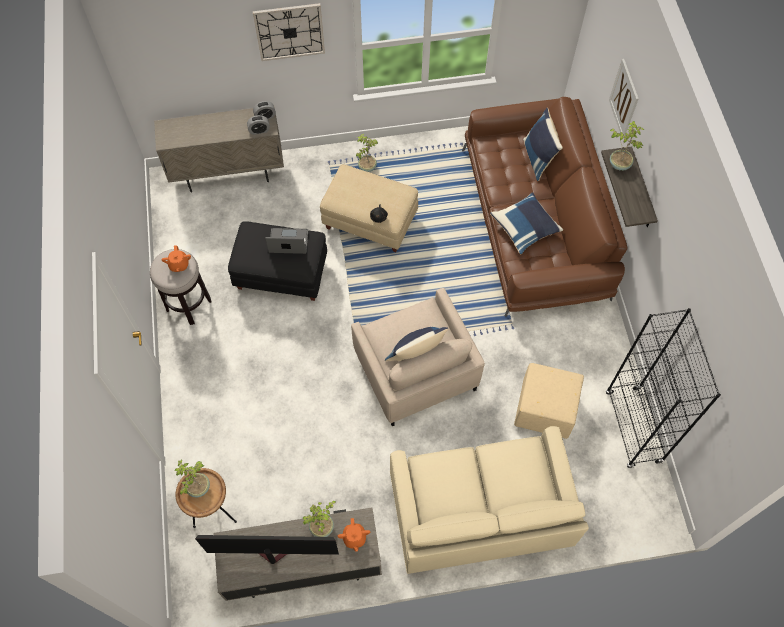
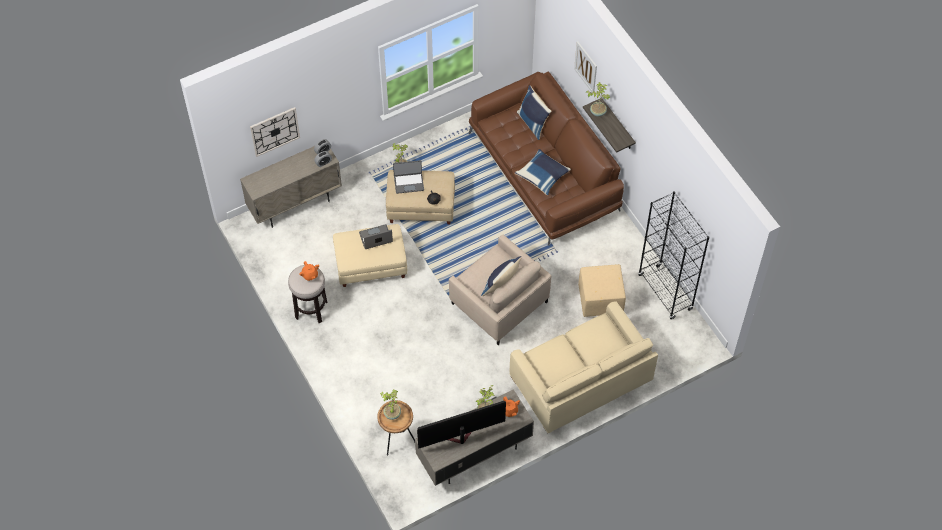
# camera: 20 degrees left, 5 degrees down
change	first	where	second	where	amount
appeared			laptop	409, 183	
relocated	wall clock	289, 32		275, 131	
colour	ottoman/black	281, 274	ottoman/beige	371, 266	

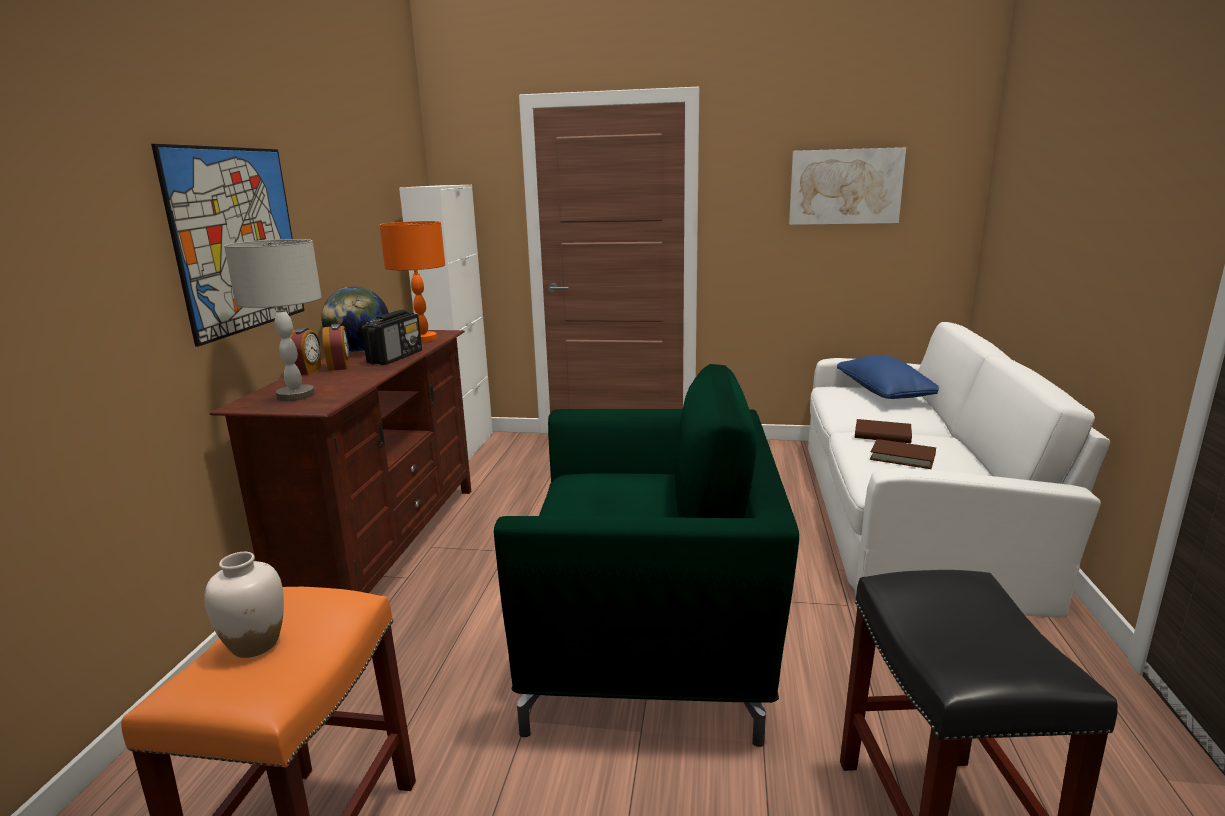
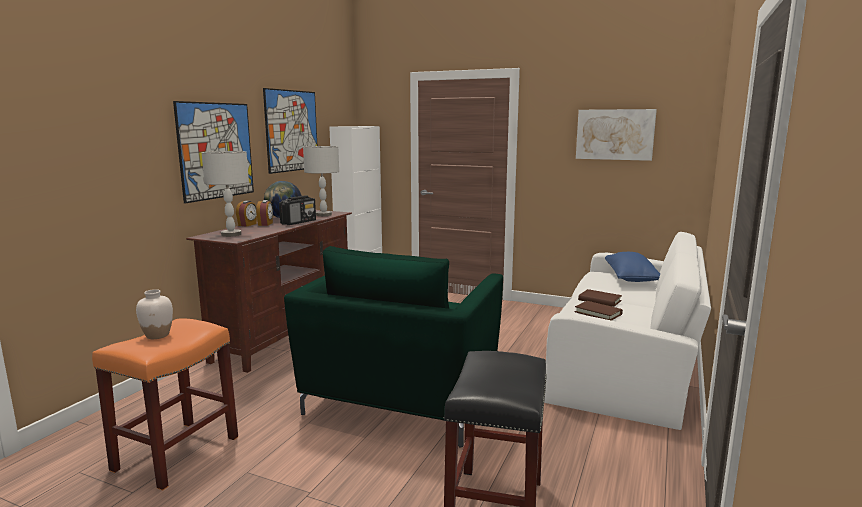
# camera: 15 degrees right, 5 degrees down
change	first	where	second	where	amount
appeared			picture	292, 131	
colour	table lamp/orange	424, 339	table lamp/grey	324, 215	
spun	armchair/green	651, 642		400, 400	90 degrees clockwise

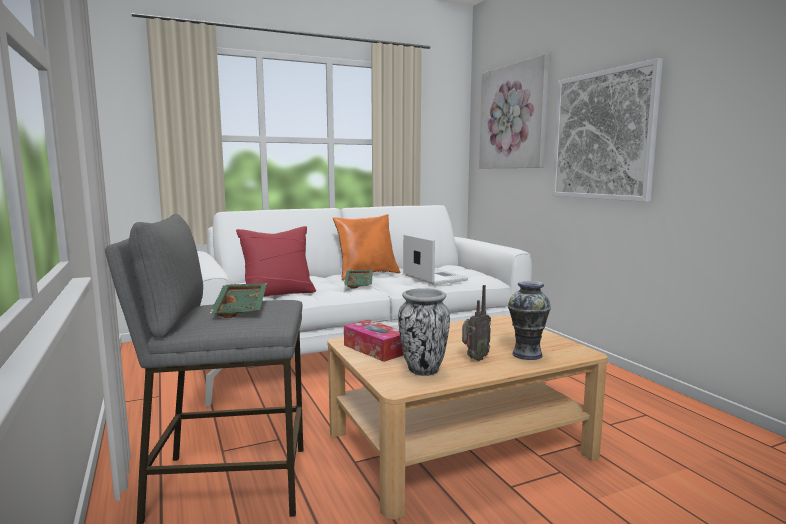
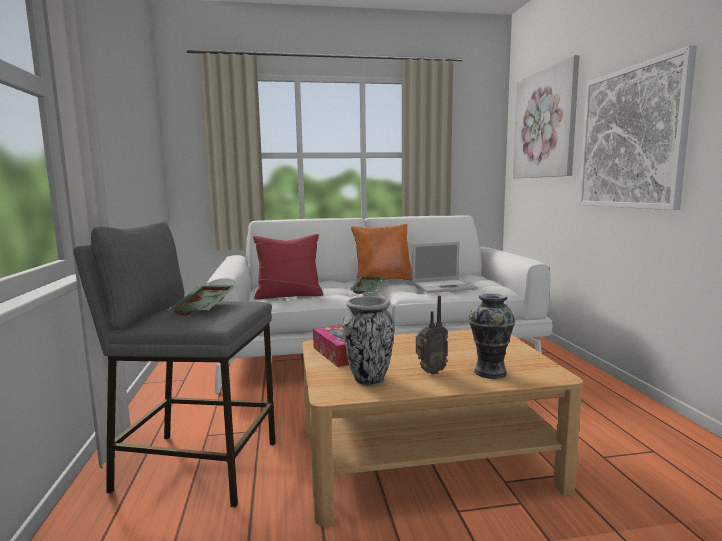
# camera: 15 degrees right, 0 degrees up
change	first	where	second	where	amount
spun	laptop	433, 277		444, 286	90 degrees clockwise

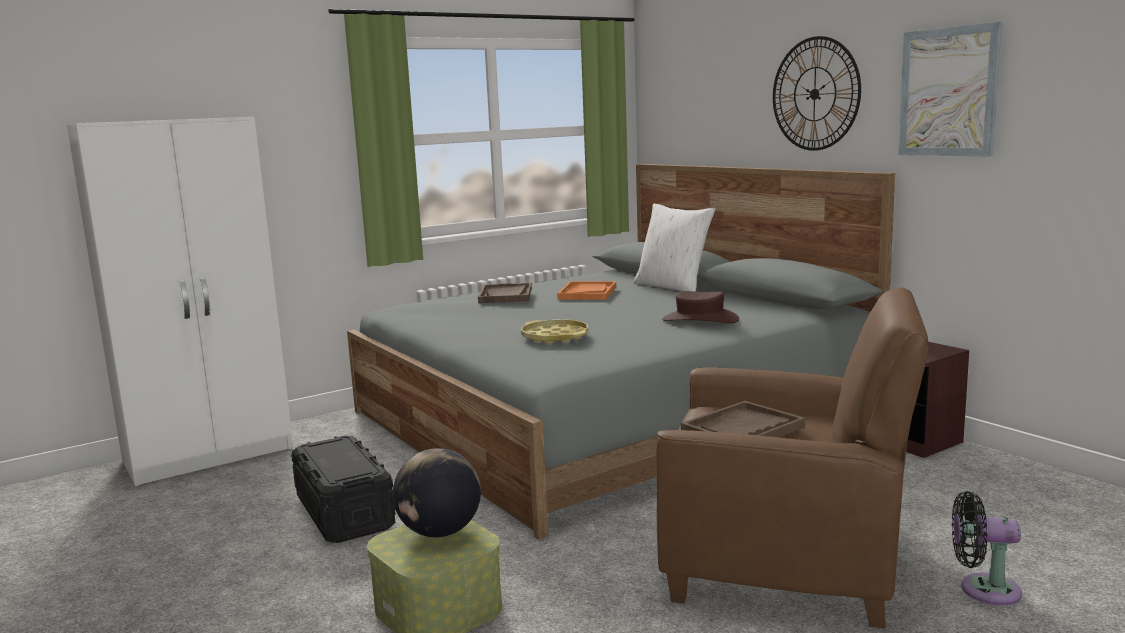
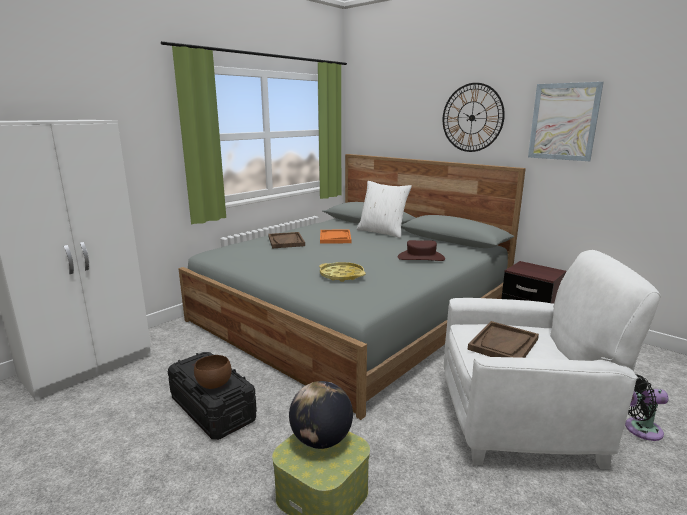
# camera: 15 degrees left, 5 degrees up
change	first	where	second	where	amount
appeared			bowl/brown	213, 384	
colour	armchair/brown	785, 561	armchair/white	520, 420	

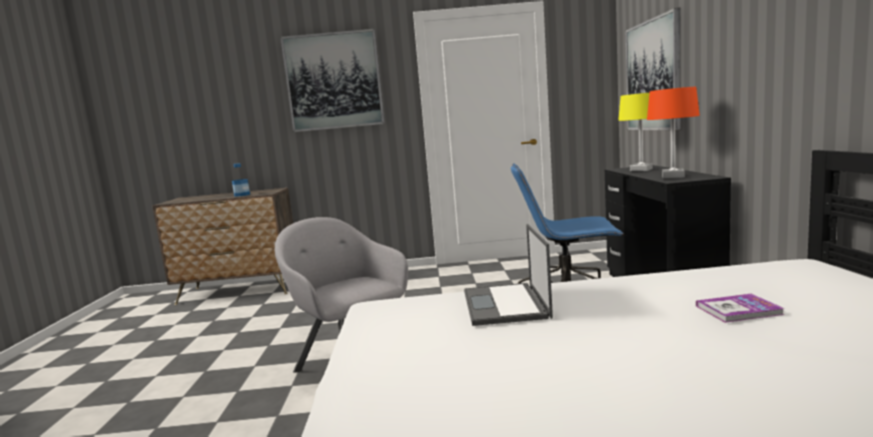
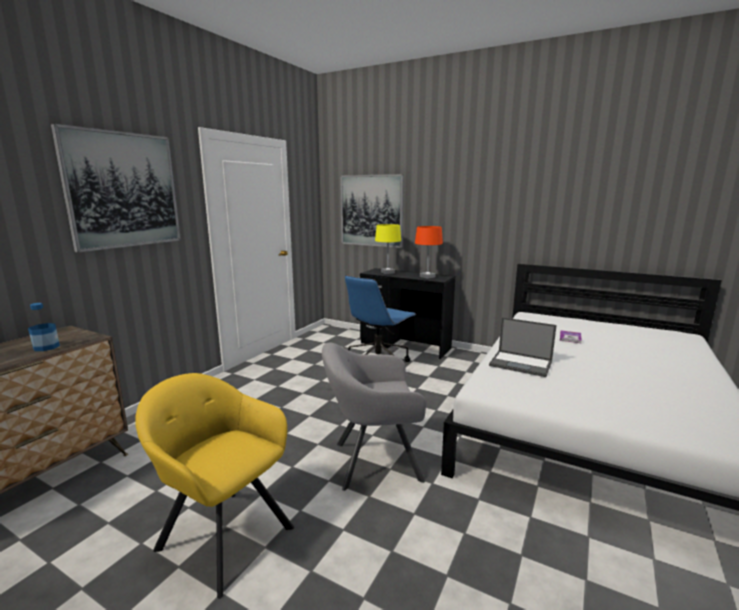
# camera: 60 degrees left, 5 degrees up
change	first	where	second	where	amount
appeared			armchair/yellow	222, 534	

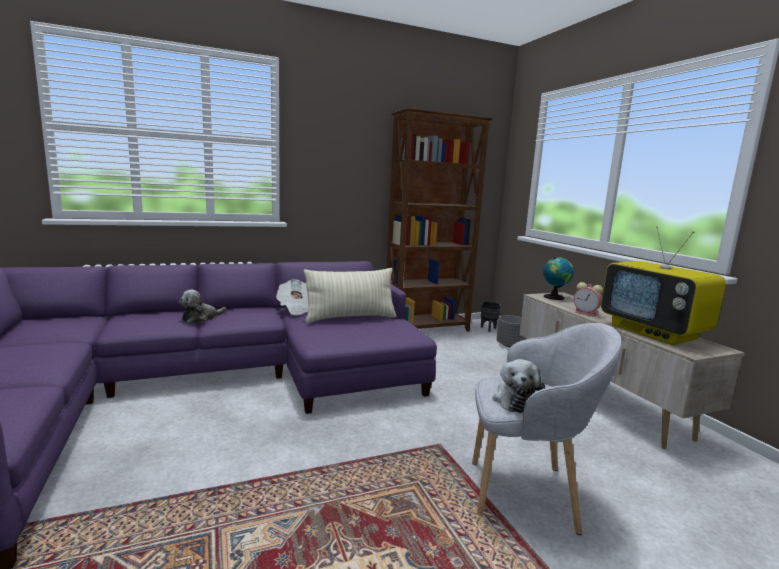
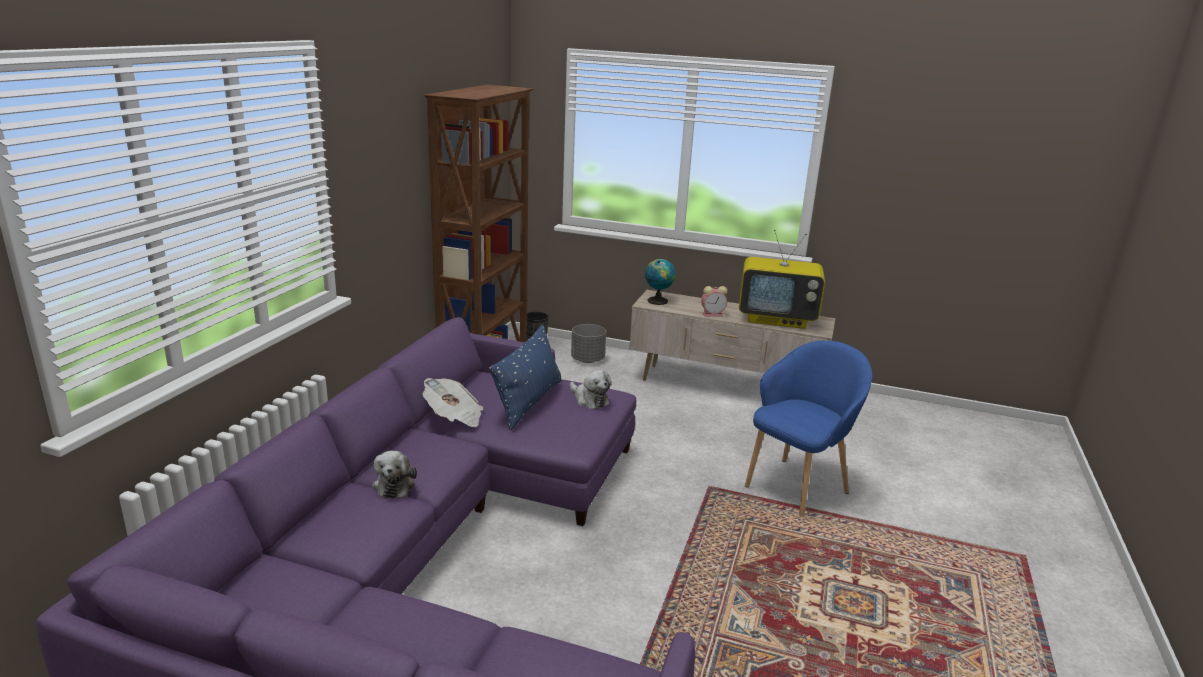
# camera: 50 degrees left, 10 degrees up
change	first	where	second	where	amount
relocated	plush toy	515, 400		589, 400	
colour	pillow/beige	350, 318	pillow/blue	528, 402	
colour	armchair/grey	526, 493	armchair/blue	797, 487	

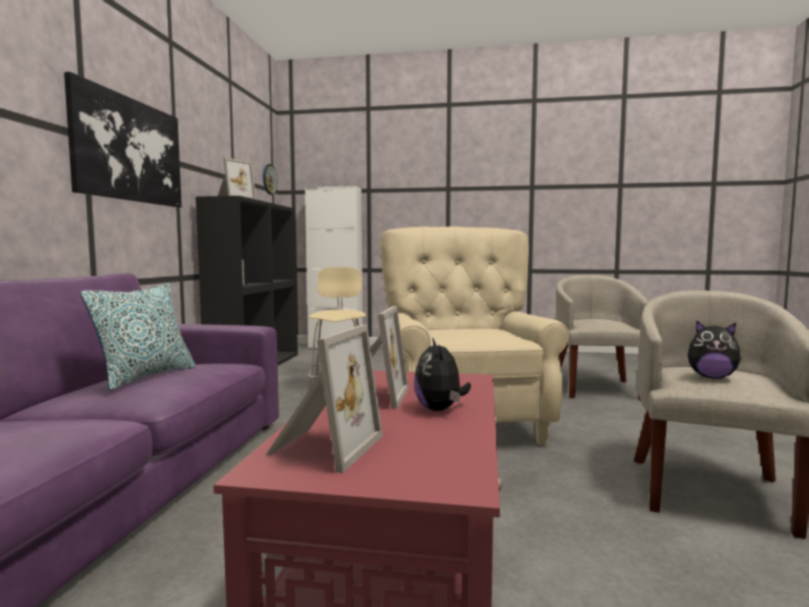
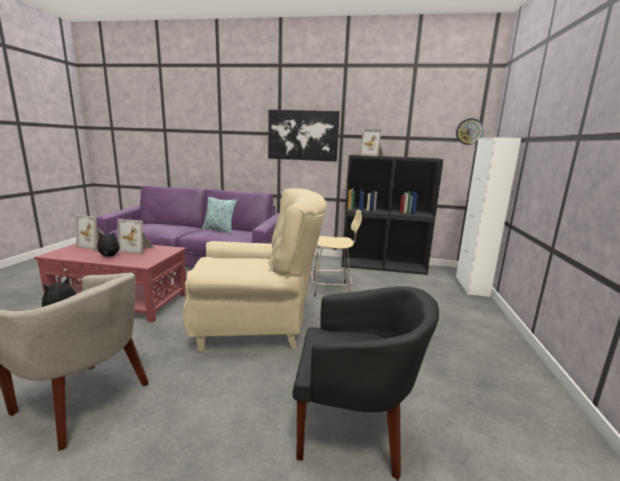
# camera: 90 degrees right, 10 degrees up
change	first	where	second	where	amount
colour	armchair/beige	596, 388	armchair/black	354, 428	

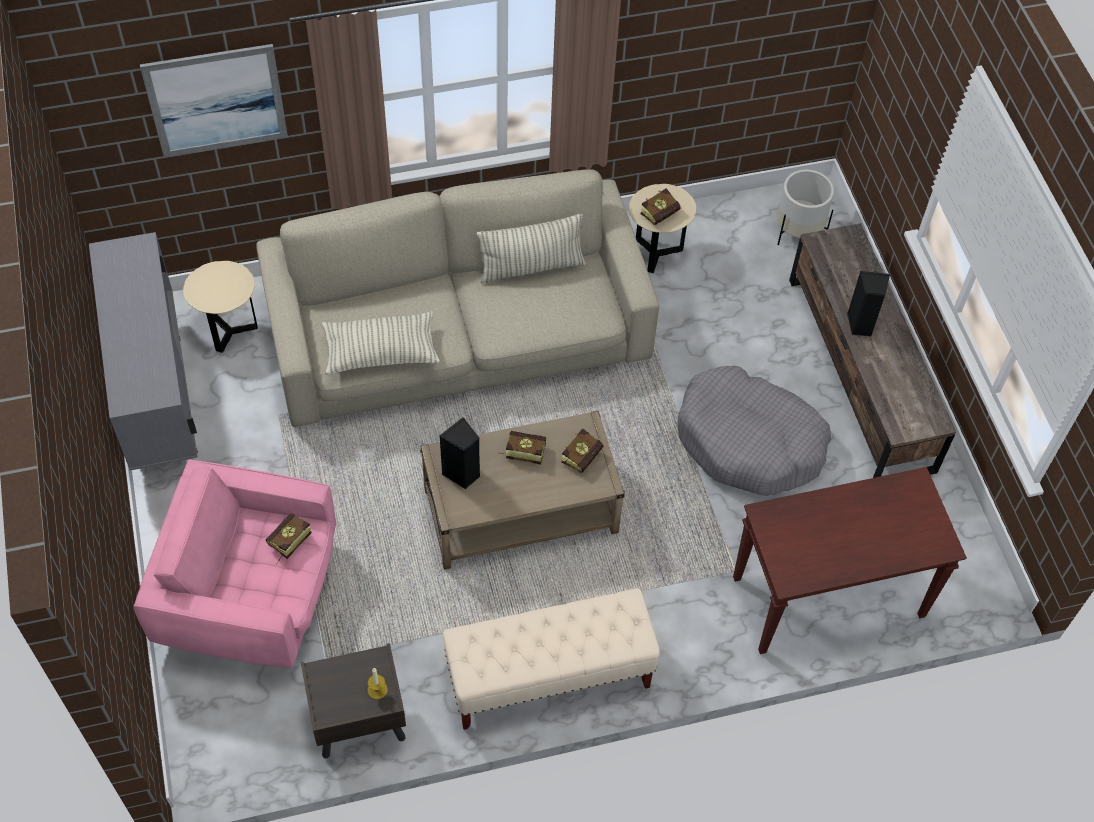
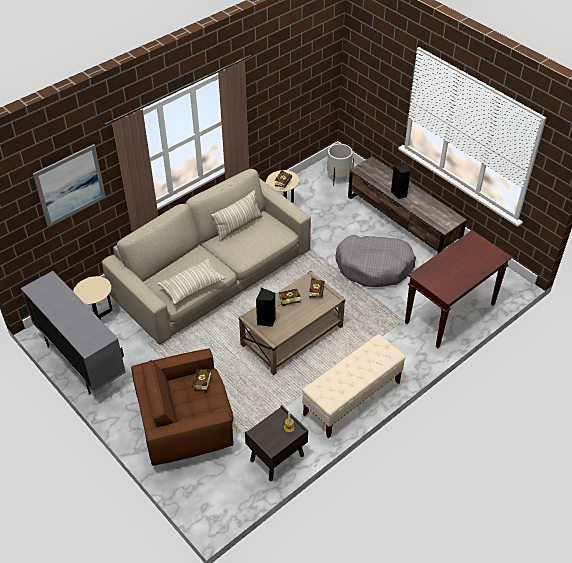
# camera: 25 degrees left, 10 degrees down
change	first	where	second	where	amount
colour	armchair/pink	251, 594	armchair/brown	186, 426	

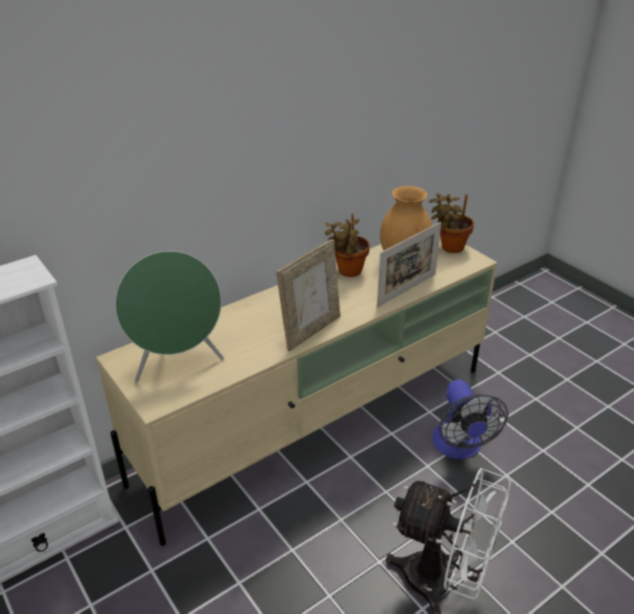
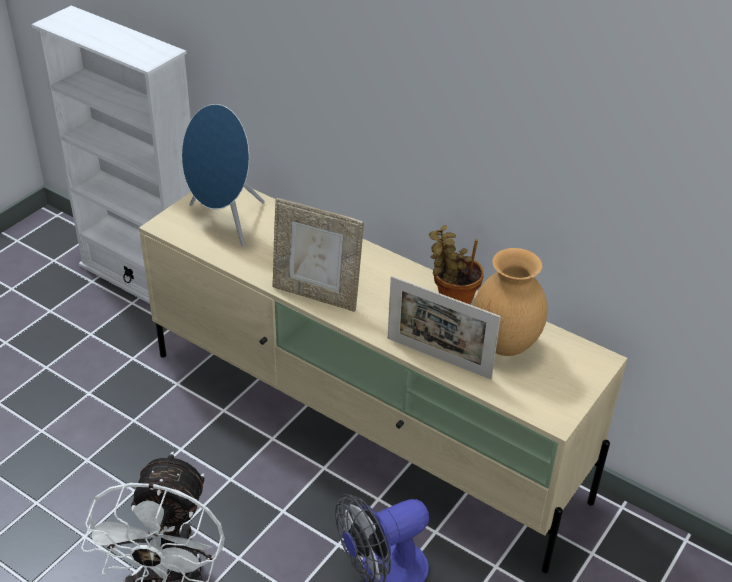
# camera: 70 degrees right, 5 degrees up
change	first	where	second	where	amount
missing	potted plant	449, 247			
colour	speaker/green	178, 364	speaker/blue	224, 222	

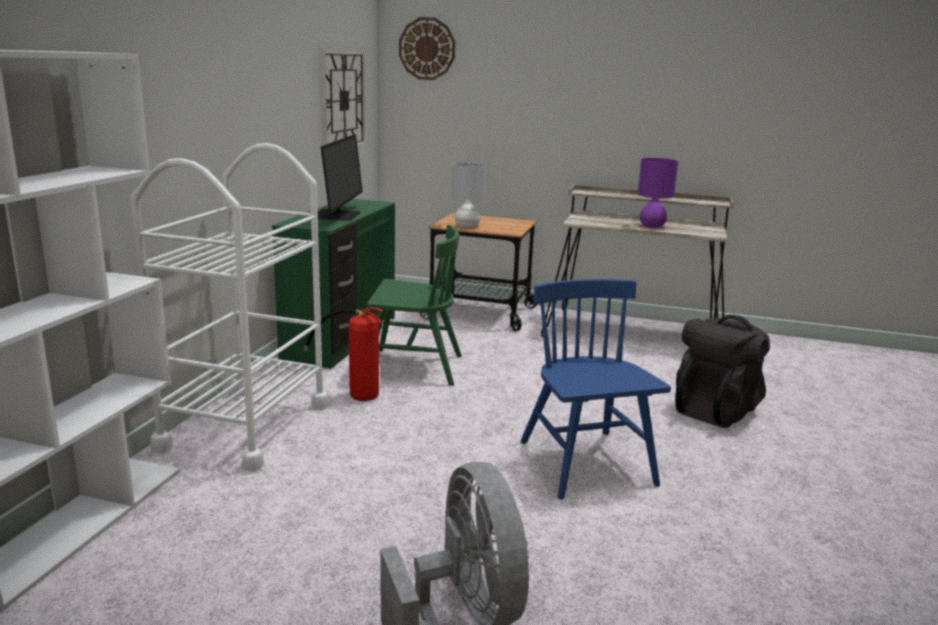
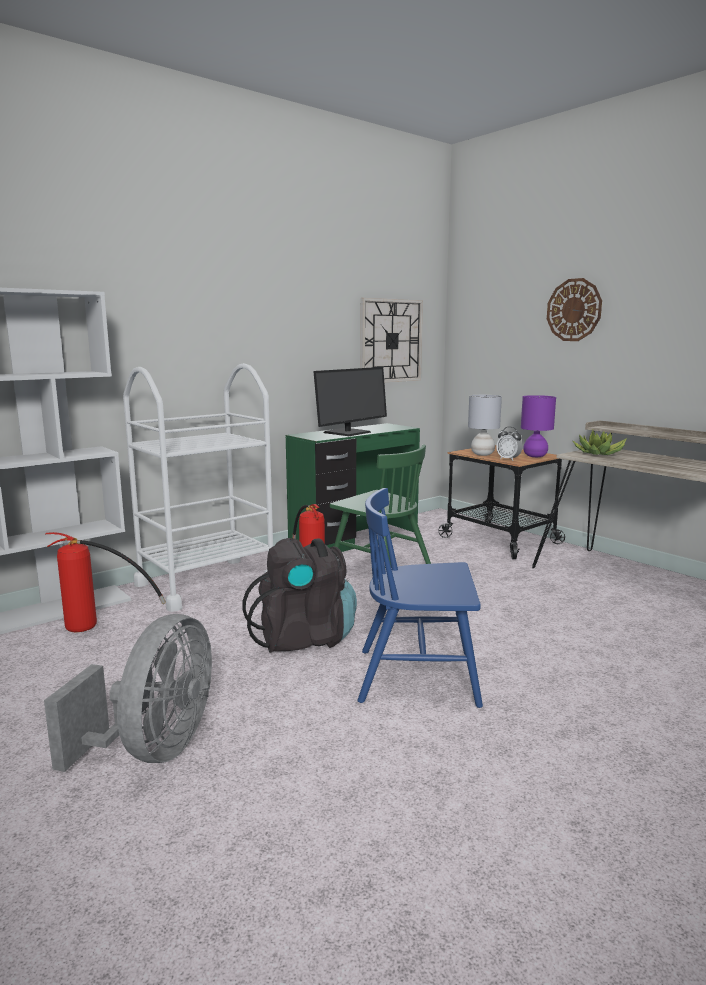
# camera: 35 degrees right, 5 degrees down
change	first	where	second	where	amount
appeared			fire extinguisher	98, 627	
appeared			alarm clock	508, 459	
appeared			potted plant	600, 454	
relocated	wall clock	427, 48		574, 310	
relocated	table lamp/purple	652, 226		535, 456	
relocated	backpack/black	716, 410		304, 638	
spun	chair/blue	586, 464		418, 677	105 degrees counterclockwise

